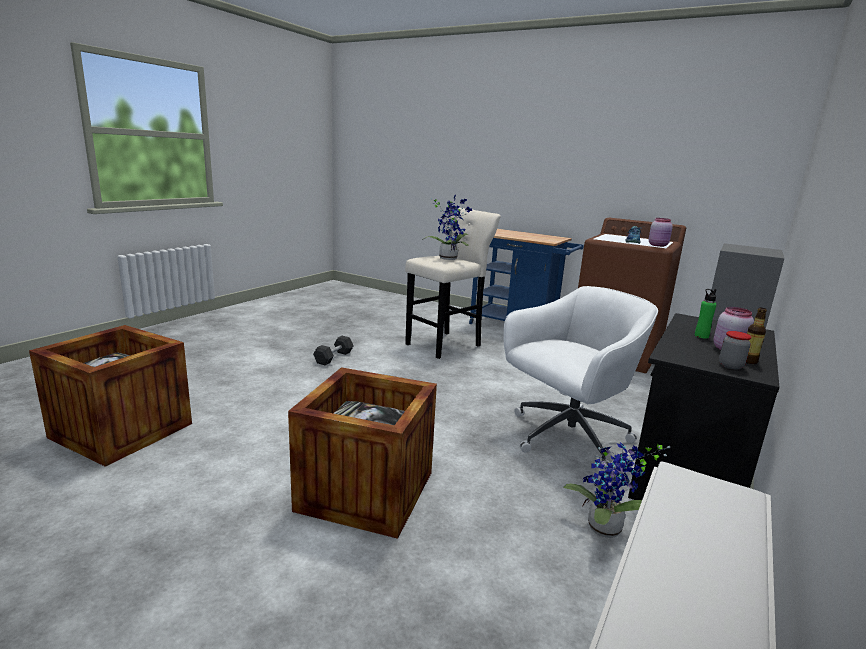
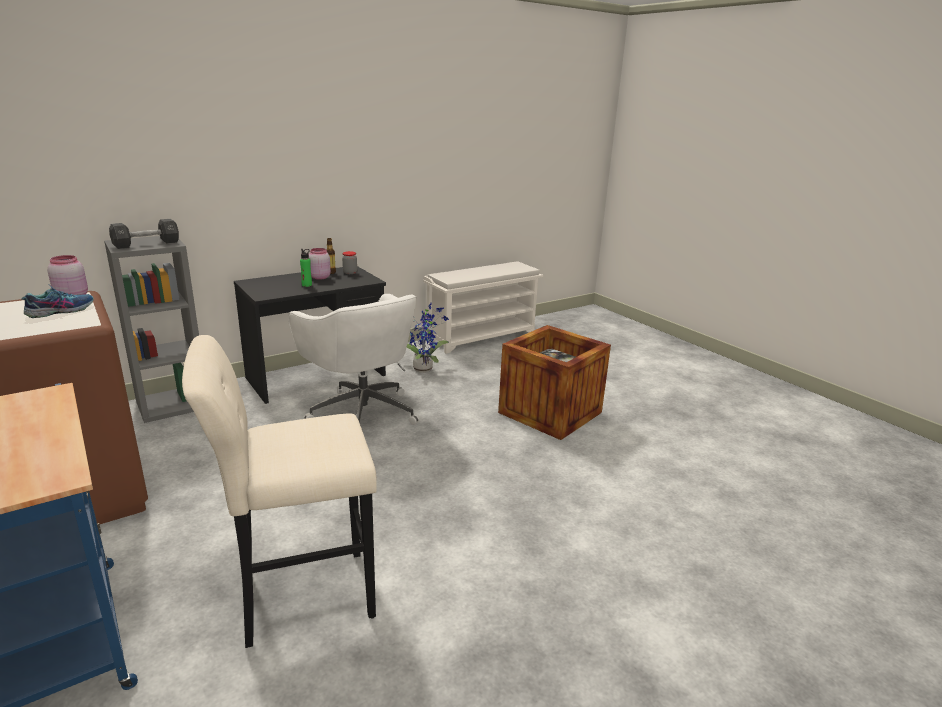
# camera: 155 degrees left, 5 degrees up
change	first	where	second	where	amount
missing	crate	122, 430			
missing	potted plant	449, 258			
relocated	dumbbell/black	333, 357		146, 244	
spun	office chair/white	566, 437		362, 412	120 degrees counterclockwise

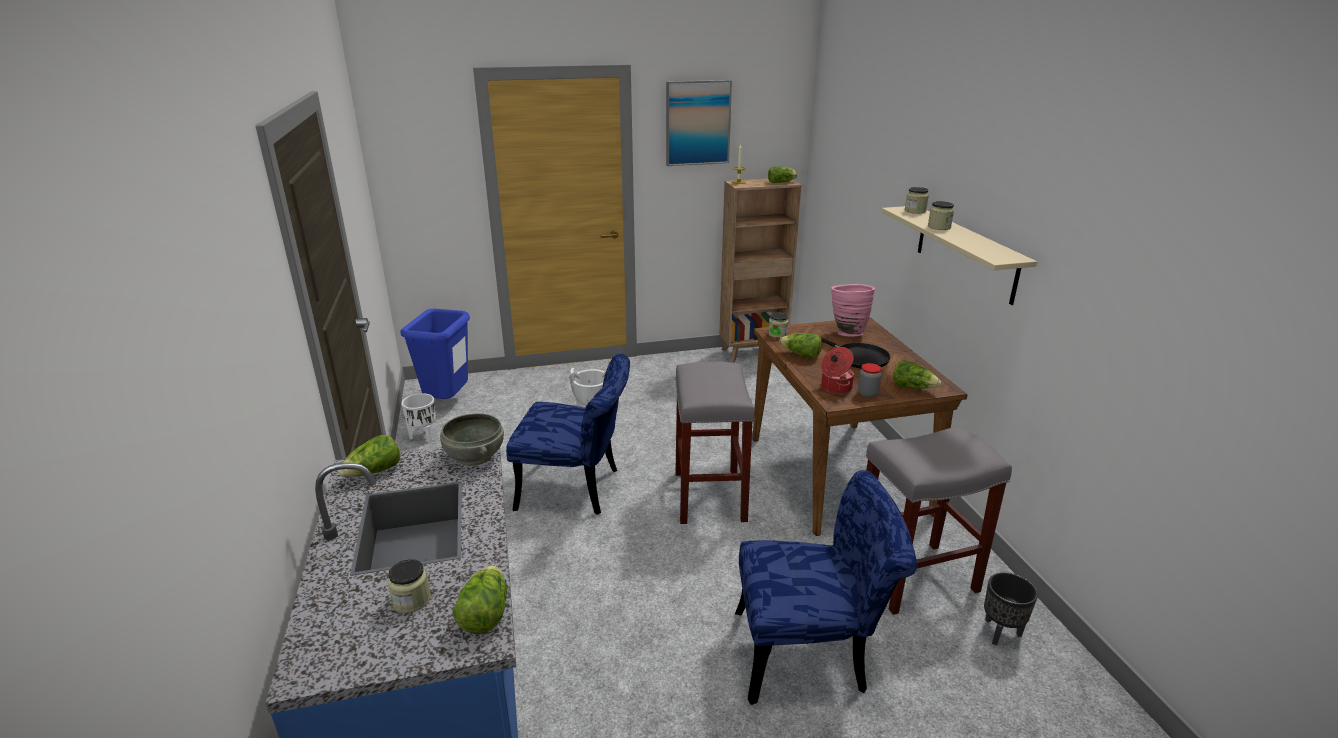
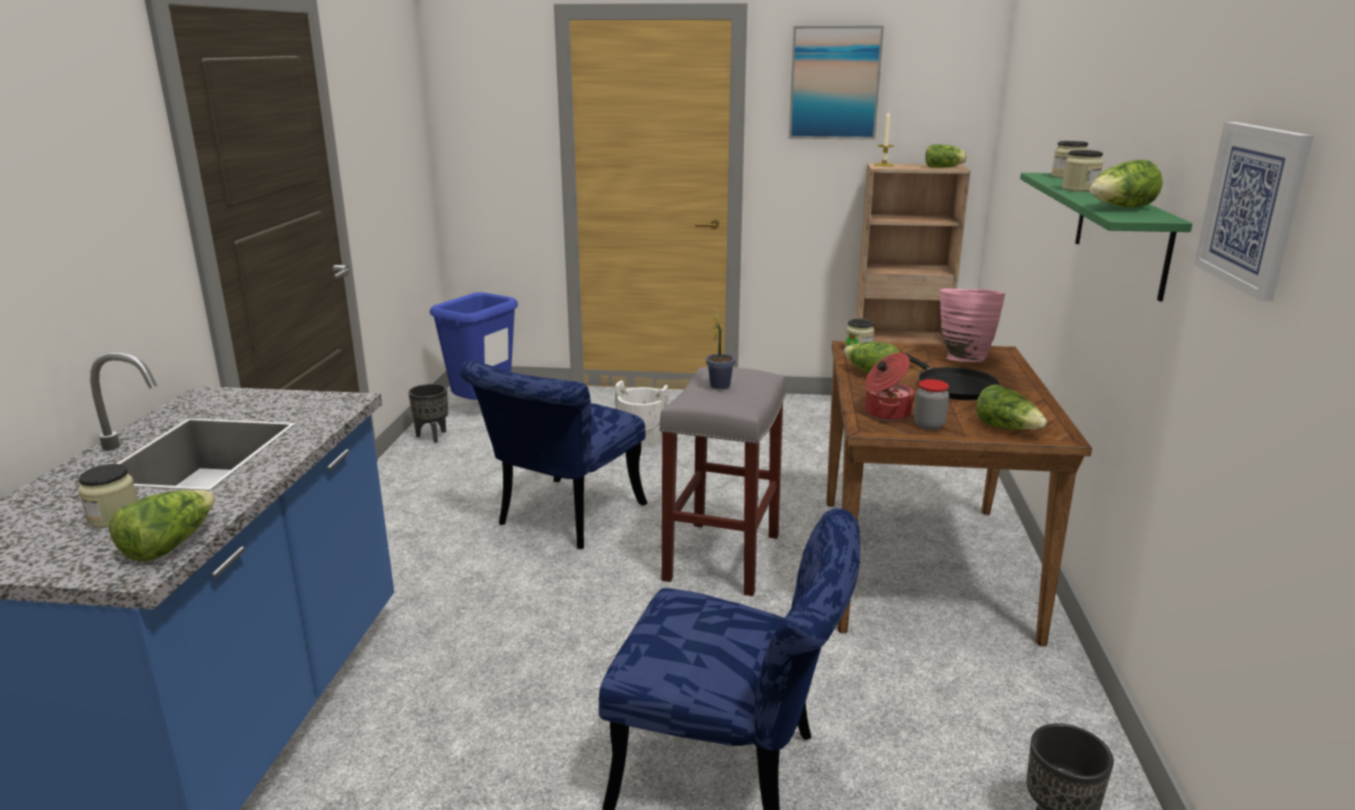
# camera: 20 degrees right, 5 degrees down
change	first	where	second	where	amount
missing	bowl/grey	474, 456			
missing	stool/grey	913, 578			
appeared			potted plant	720, 385	
appeared			picture	1253, 207	
relocated	lettuce	374, 472		1120, 208	
colour	planter/white	424, 436	planter/black	433, 436	
colour	shelf/beige	965, 253	shelf/green	1121, 231	
spun	chair/blue	577, 489		562, 519	90 degrees clockwise

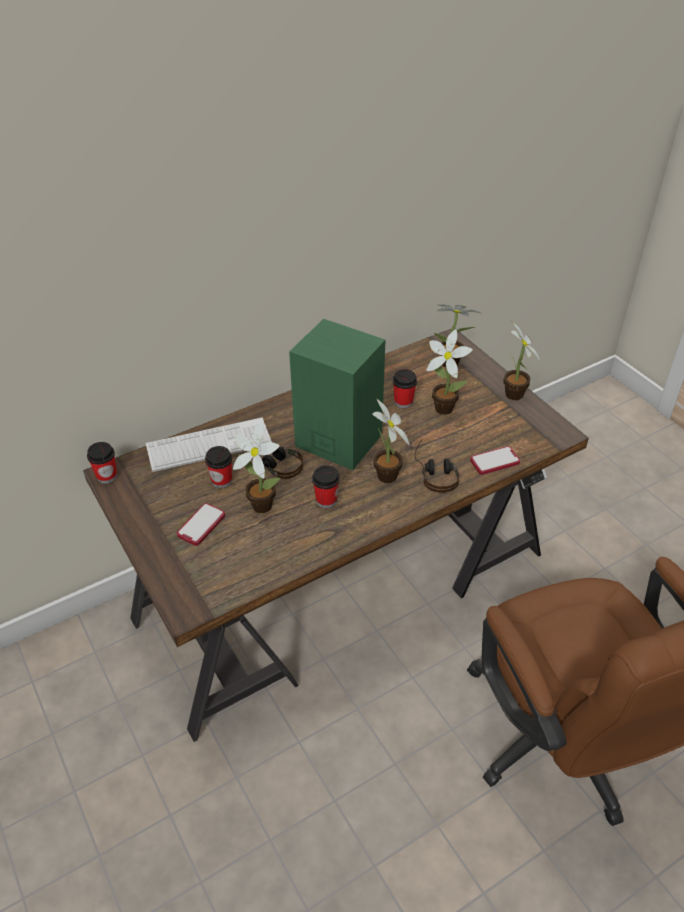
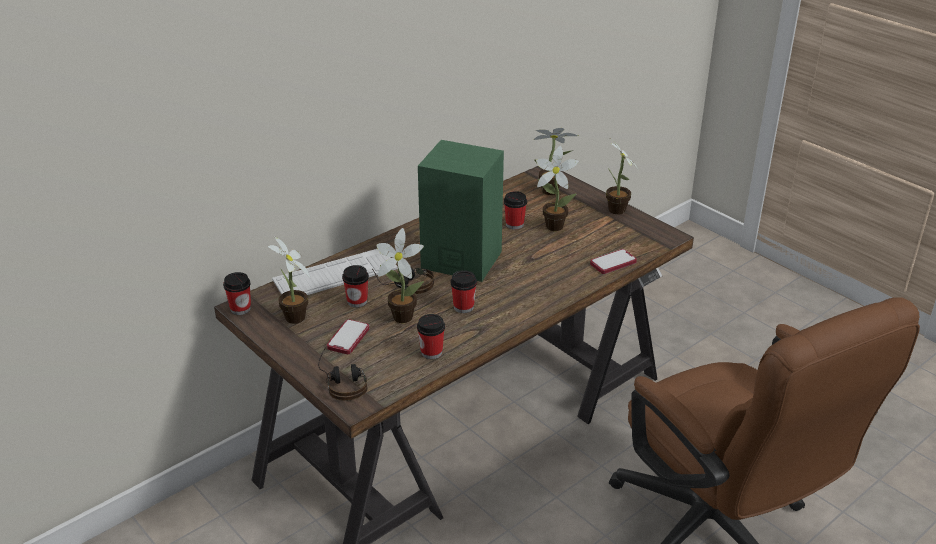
# camera: 10 degrees left, 10 degrees down
change	first	where	second	where	amount
appeared			cup	431, 352	
relocated	potted plant	386, 479		294, 320	
relocated	headphones	435, 473		343, 381	

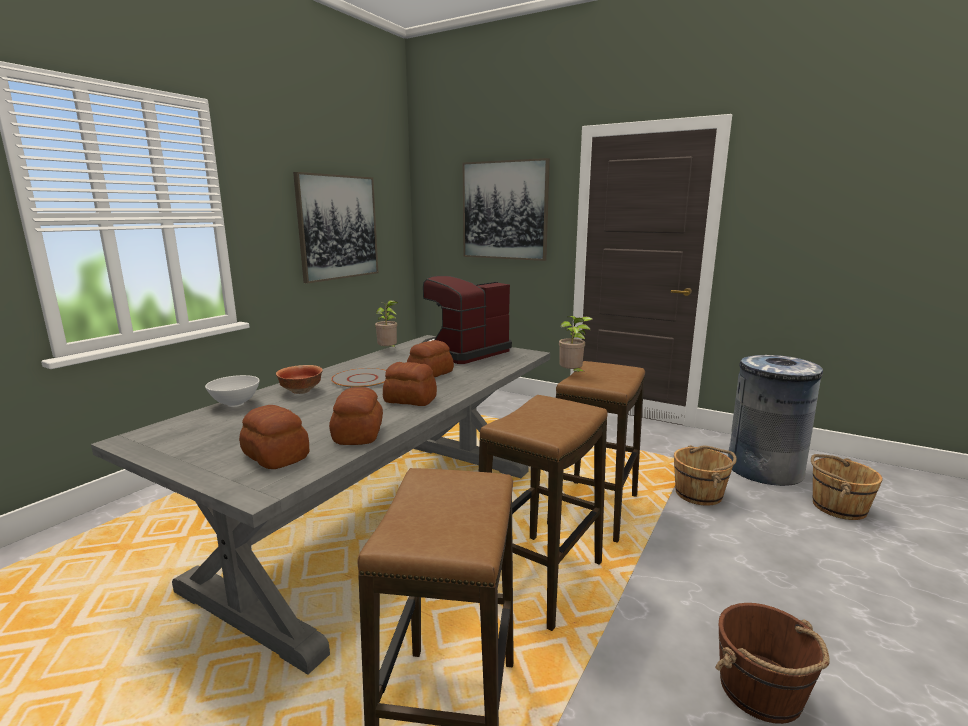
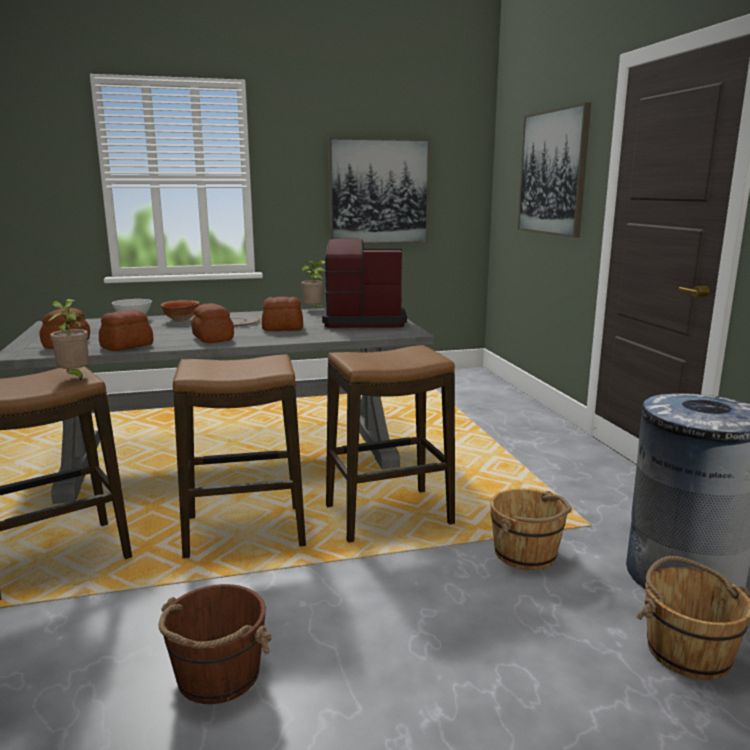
# camera: 45 degrees right, 0 degrees up
change	first	where	second	where	amount
relocated	potted plant	572, 374		74, 377	

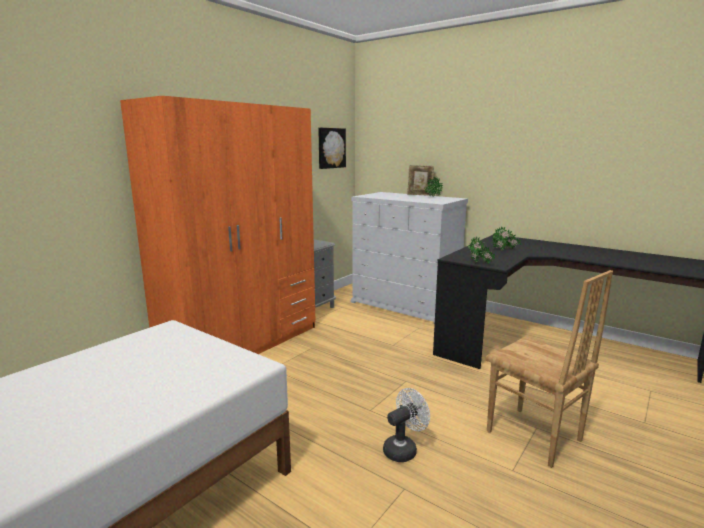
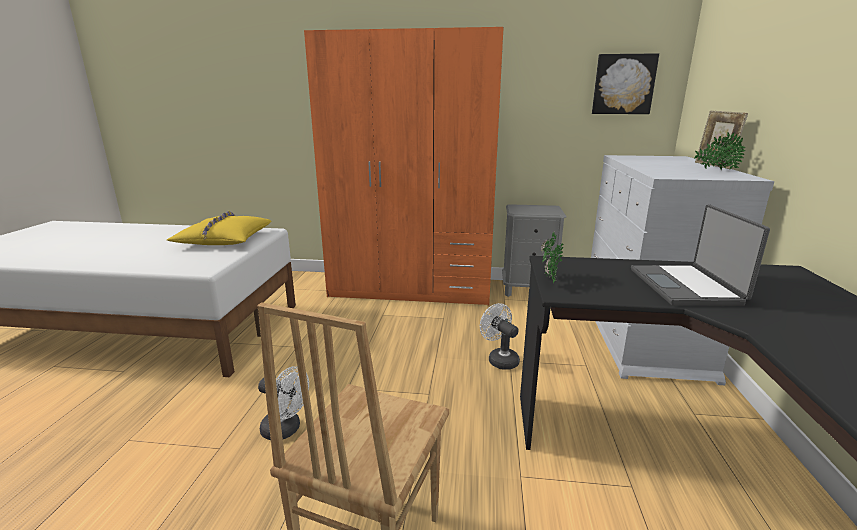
# camera: 60 degrees right, 5 degrees up
change	first	where	second	where	amount
appeared			pillow/yellow	224, 239	
appeared			fan/white	499, 359	
exchanged	potted plant	505, 250	laptop	686, 286	

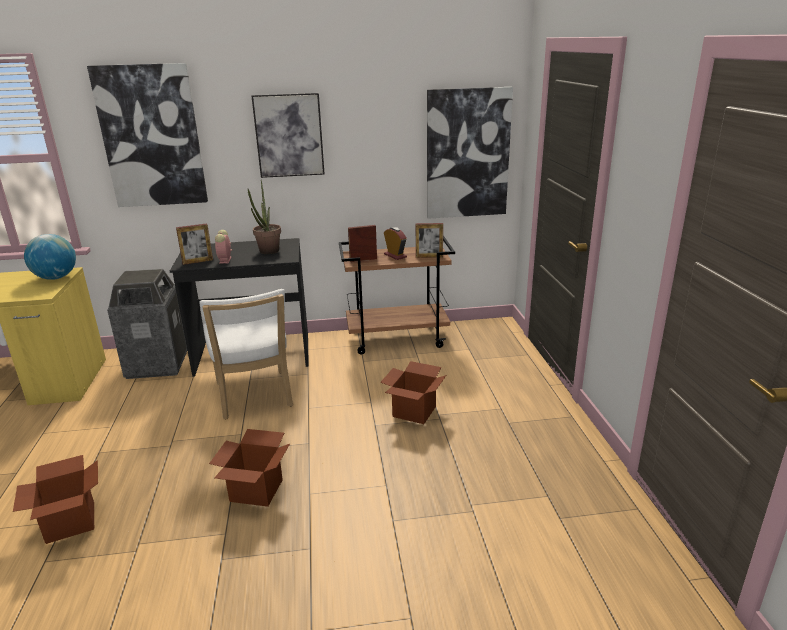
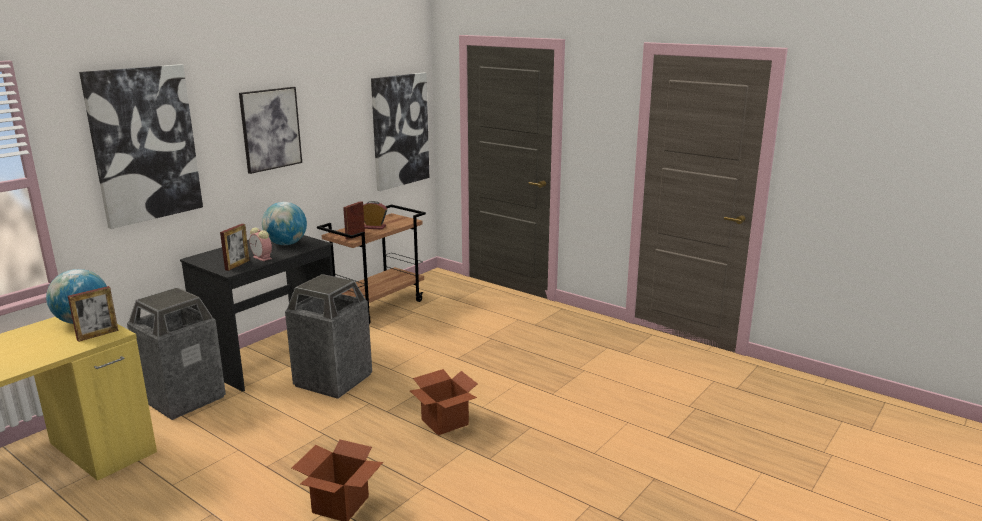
# camera: 45 degrees left, 5 degrees down
change	first	where	second	where	amount
missing	cardboard box	414, 411			
relocated	picture frame	429, 257		97, 335	
exchanged	chair/white	254, 397	trash can	333, 380	
exchanged	potted plant	267, 252	globe	286, 244	

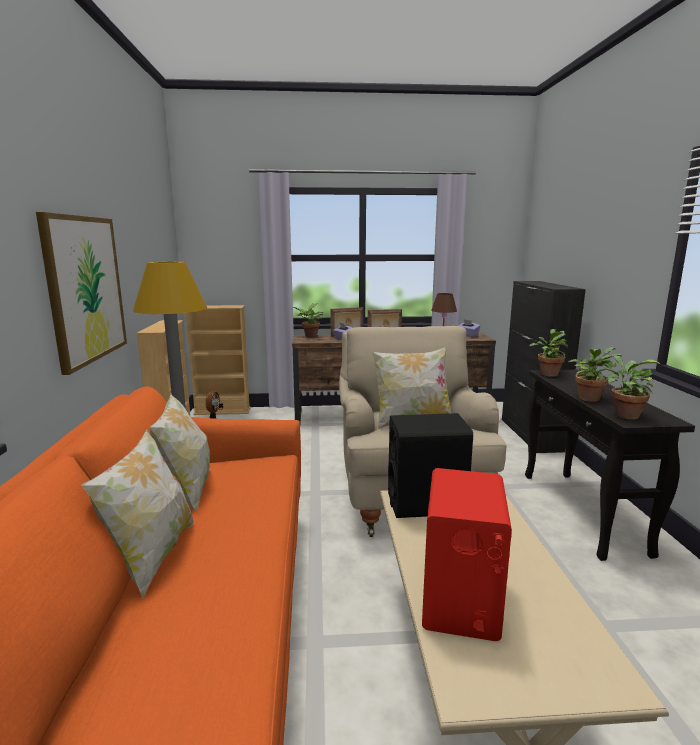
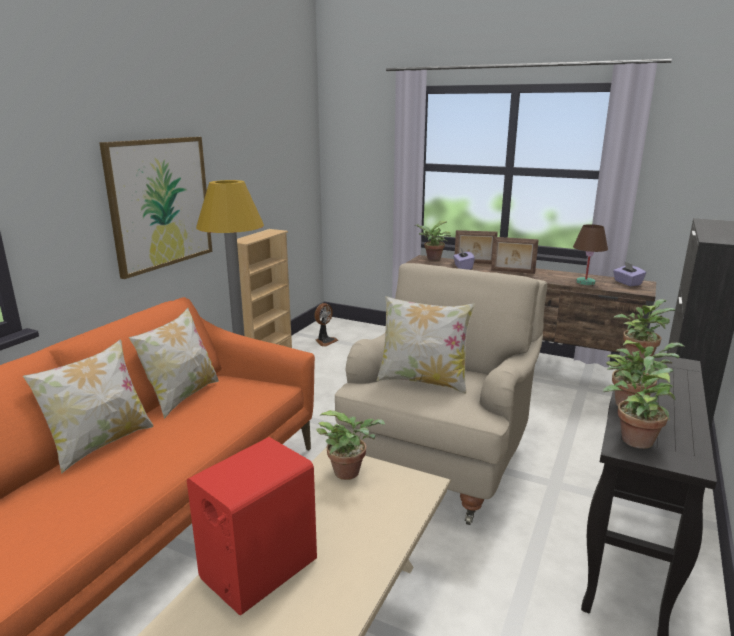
# camera: 30 degrees right, 5 degrees up
change	first	where	second	where	amount
missing	bookcase/beige	222, 411			
exchanged	speaker/black	426, 504	potted plant	350, 472	

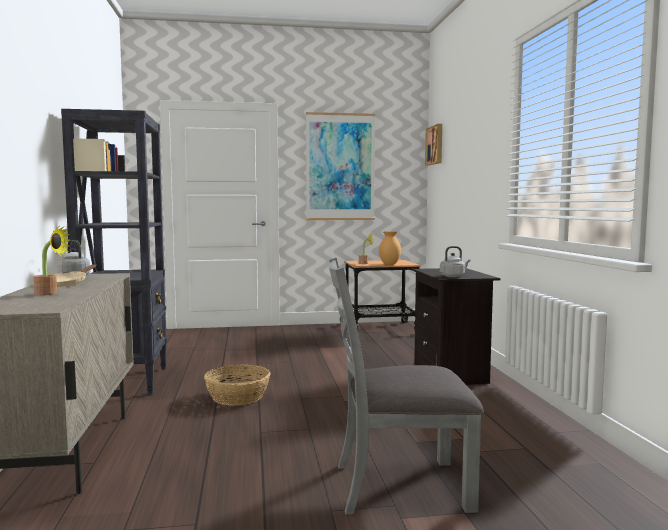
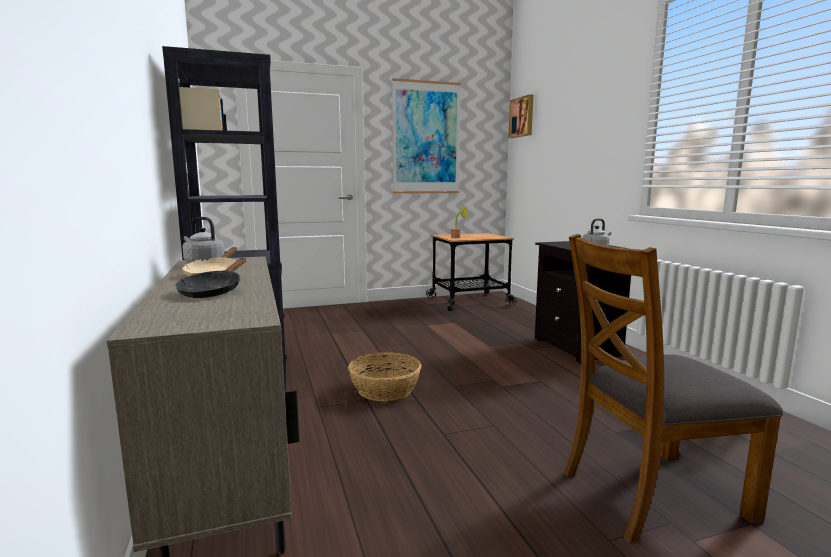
# camera: 10 degrees left, 5 degrees up
change	first	where	second	where	amount
missing	vase/brown	390, 264			
exchanged	potted plant	50, 294	frying pan/black	213, 291	
colour	chair/grey	399, 485	chair/brown	652, 493	

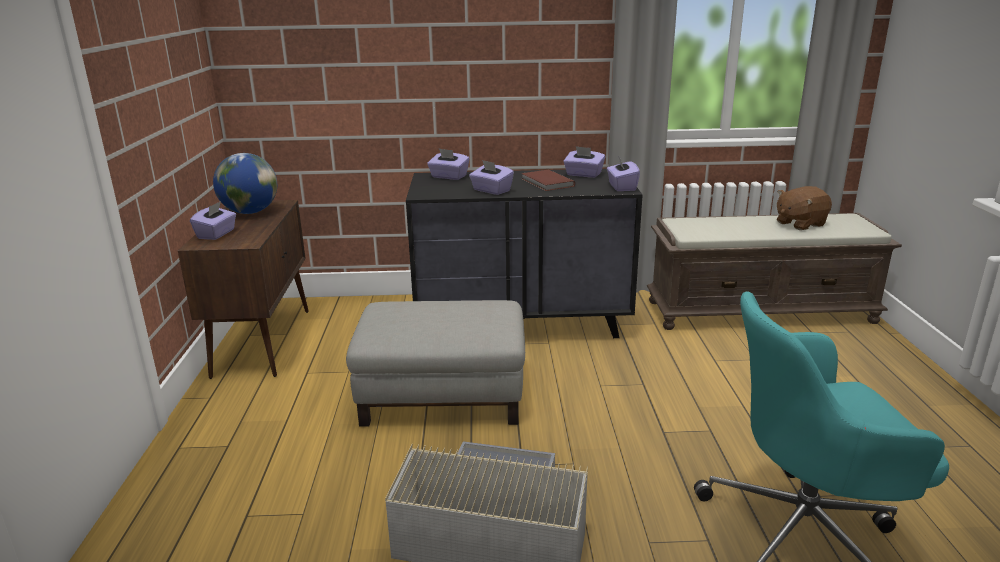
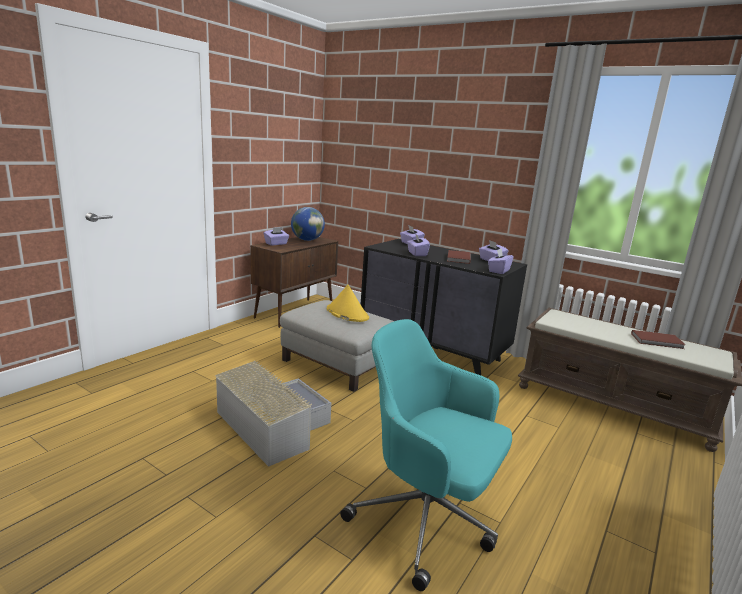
# camera: 35 degrees right, 5 degrees down
change	first	where	second	where	amount
appeared			hat/yellow	347, 313	
exchanged	plush toy/brown	799, 224	book/brown	657, 341	

